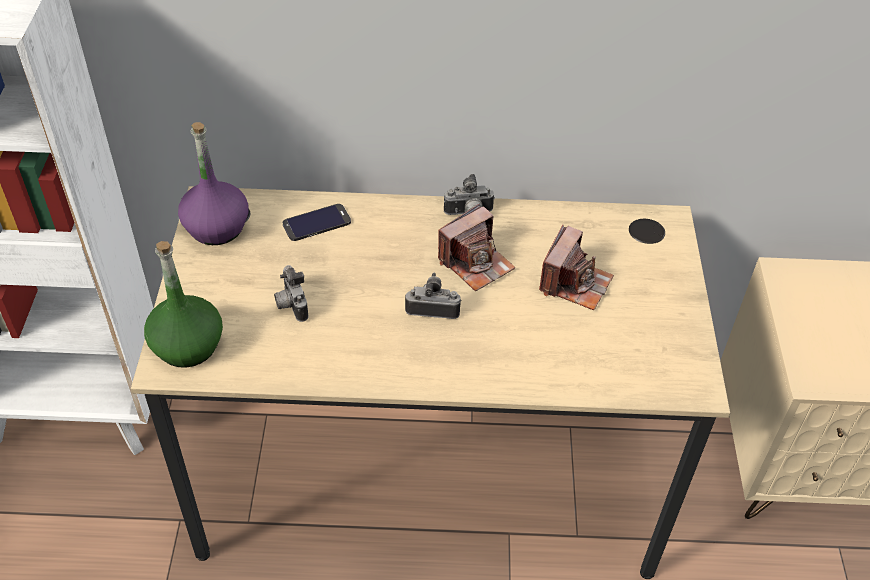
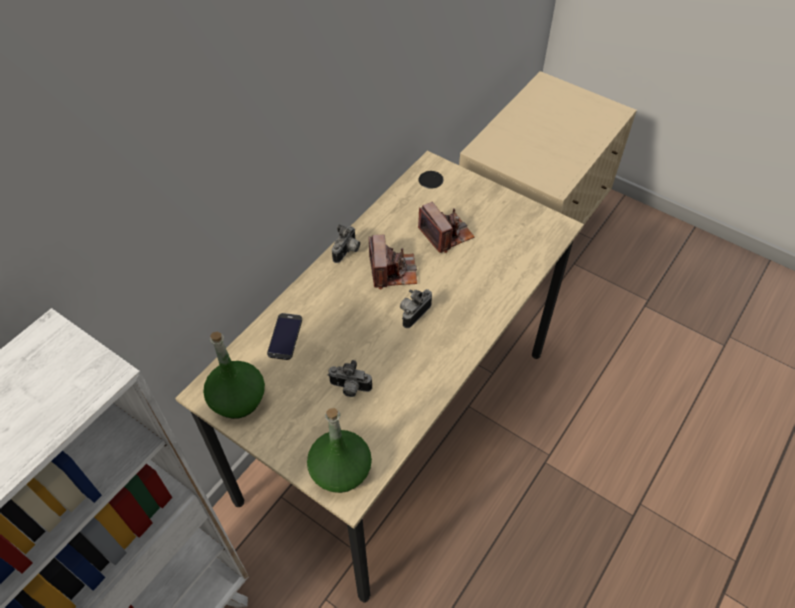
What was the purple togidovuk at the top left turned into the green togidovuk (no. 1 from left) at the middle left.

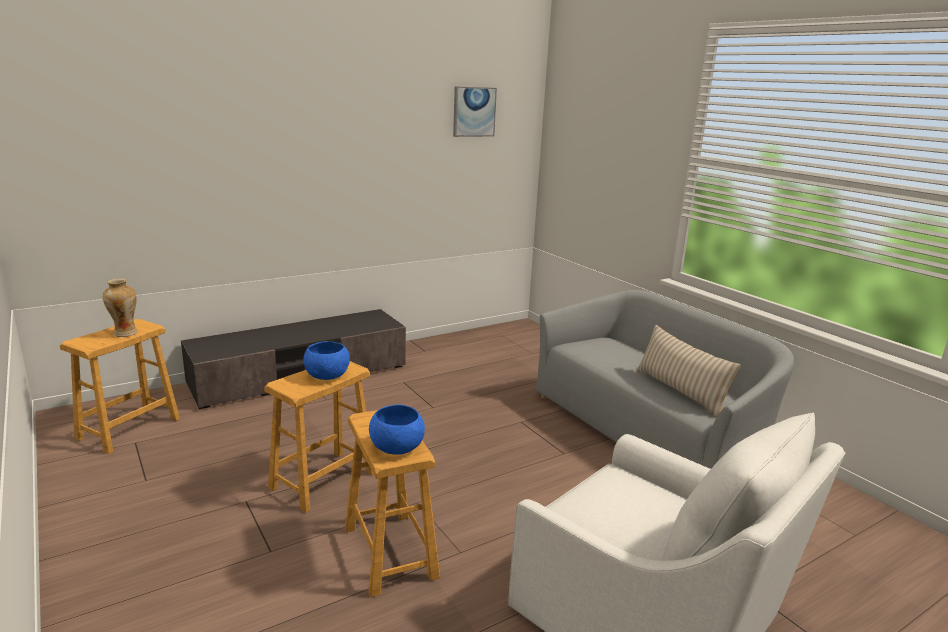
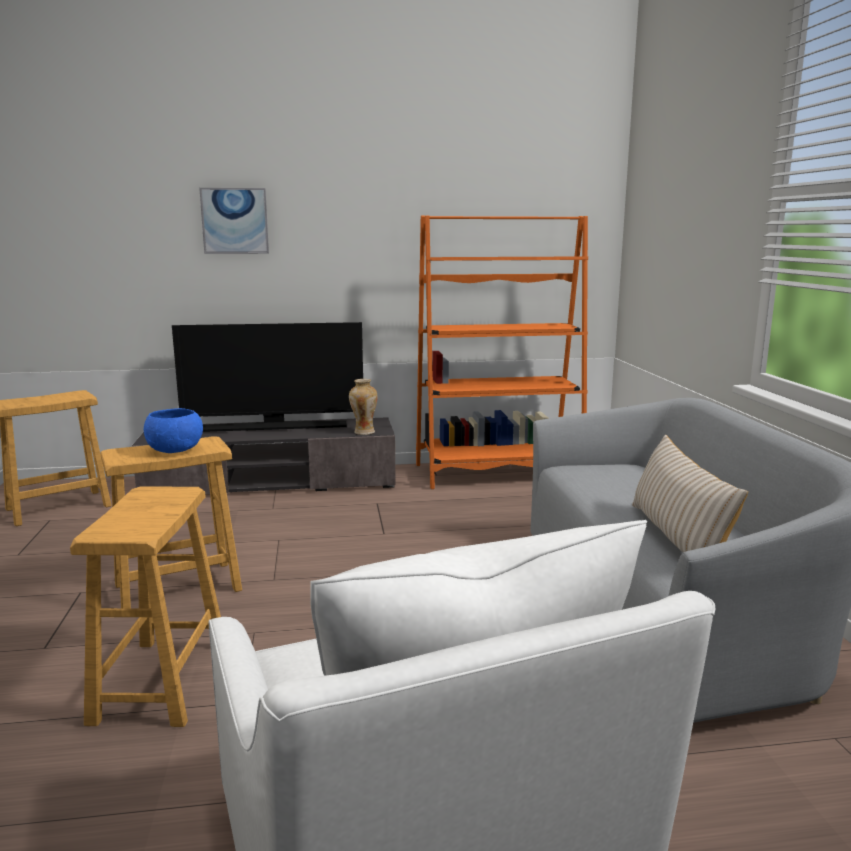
The second view lost the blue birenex (no. 2 from left) at the bottom centre.
The second view gained the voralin at the middle left.
The second view gained the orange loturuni at the centre.
The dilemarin ended up elsewhere, having gone from the middle left to the centre.
The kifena ended up elsewhere, having gone from the top centre to the top left.

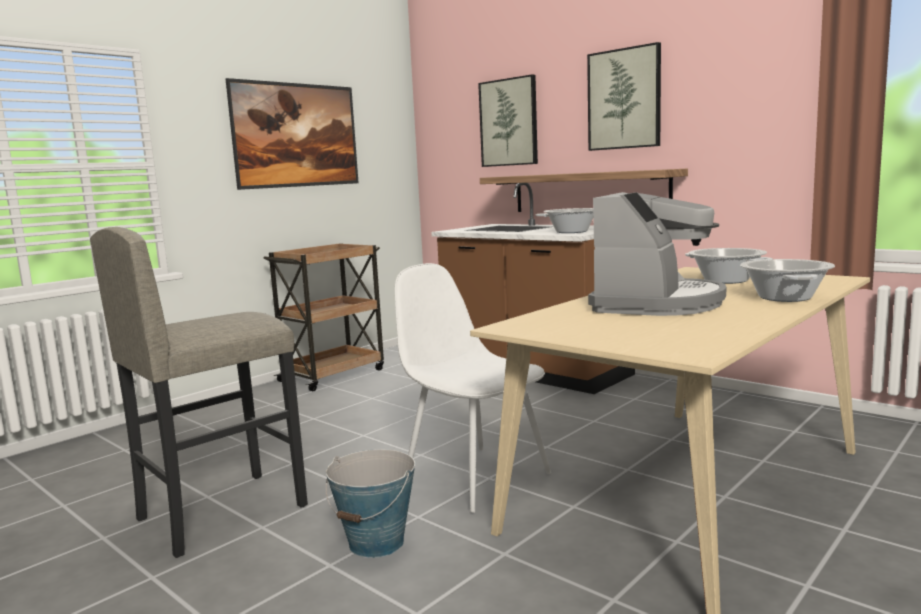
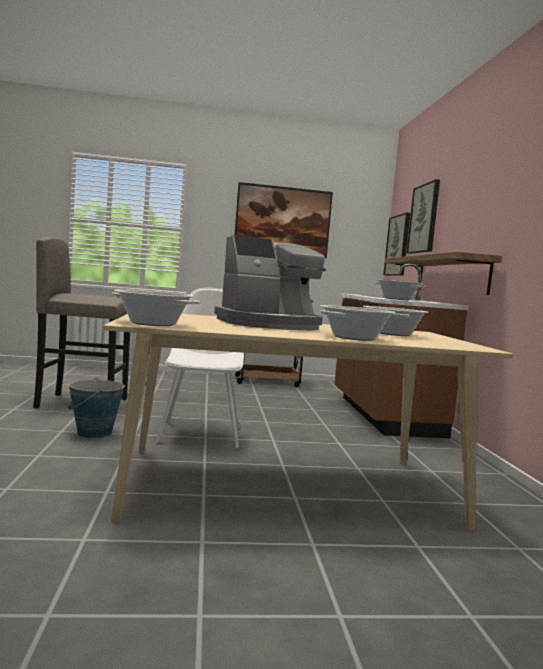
The second view gained the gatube (no. 1 from left) at the middle left.
The kifena (no. 3 from left in the first image) ended up elsewhere, having gone from the top right to the middle right.

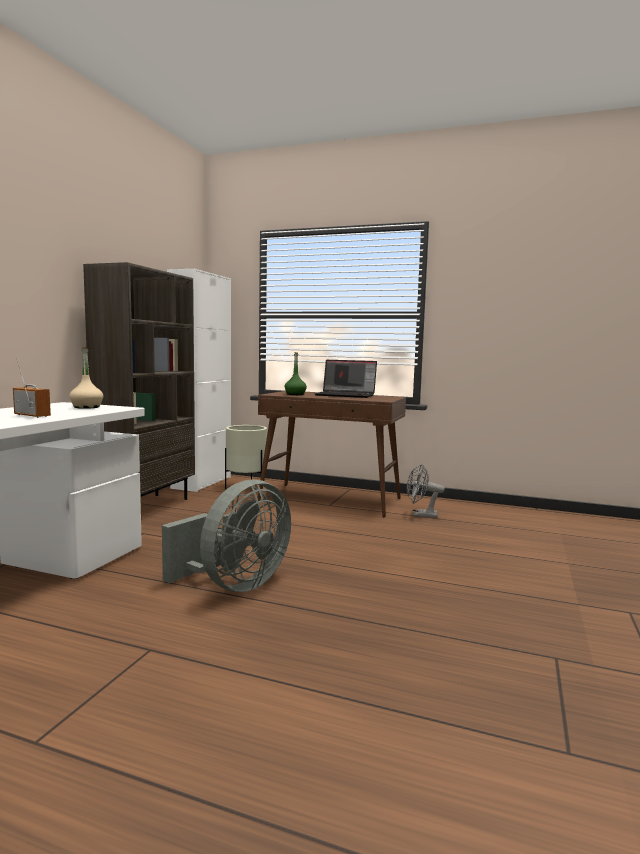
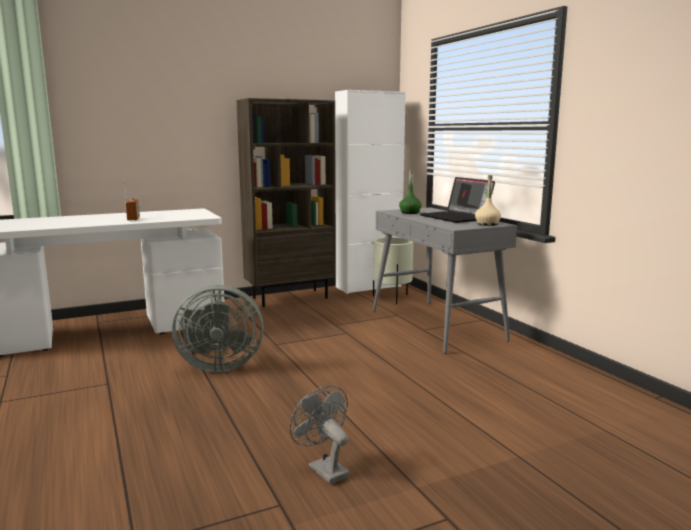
The beige togidovuk ended up elsewhere, having gone from the middle left to the middle right.
The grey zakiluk (no. 2 from left) ended up elsewhere, having gone from the centre to the bottom centre.
What was the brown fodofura at the centre turned into the grey fodofura at the centre.

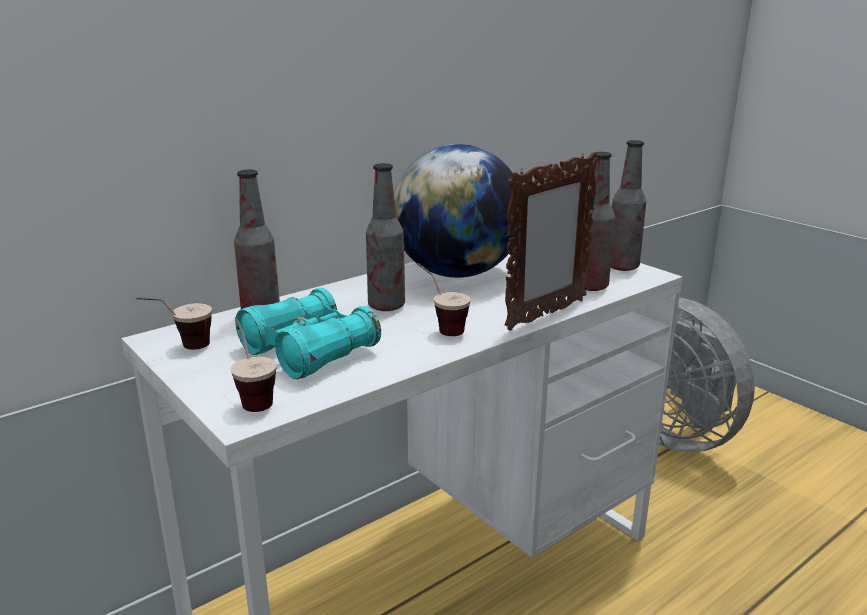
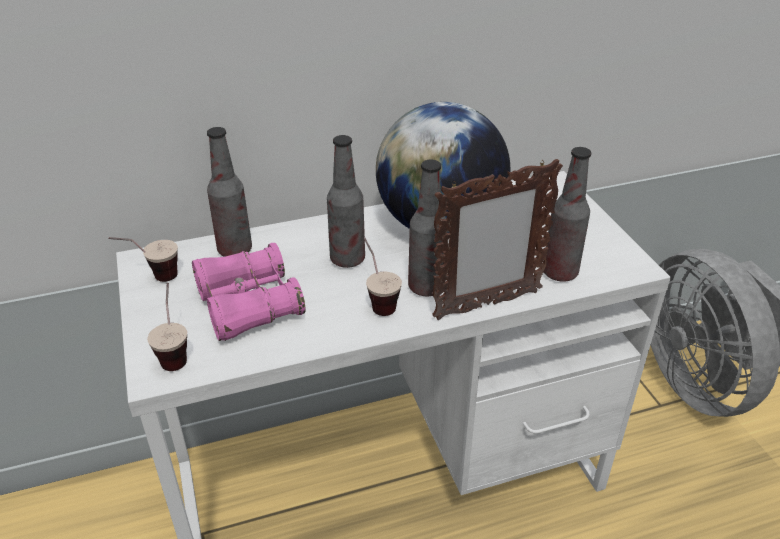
The togidovuk (no. 4 from left in the first image) ended up elsewhere, having gone from the middle right to the centre.
What was the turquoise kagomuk at the centre turned into the pink kagomuk at the middle left.

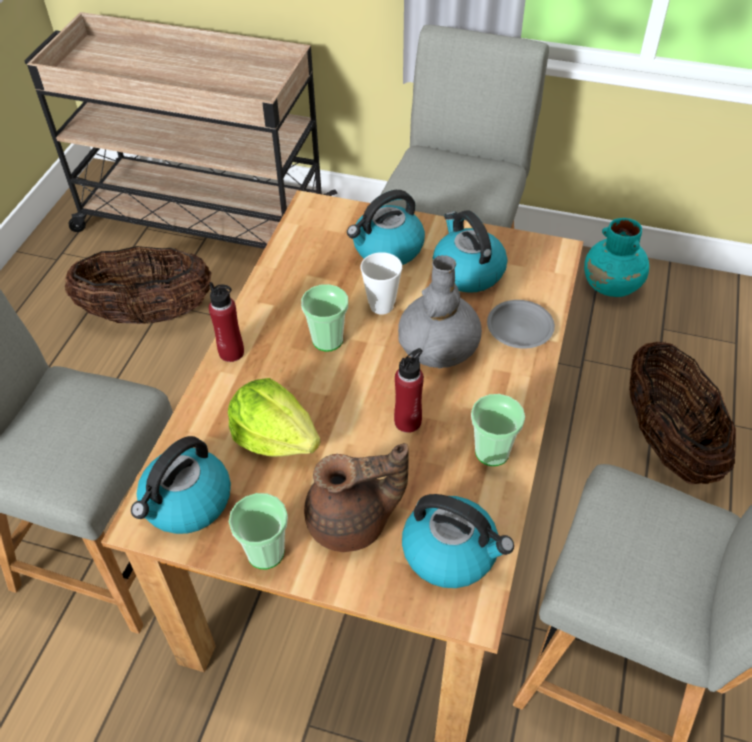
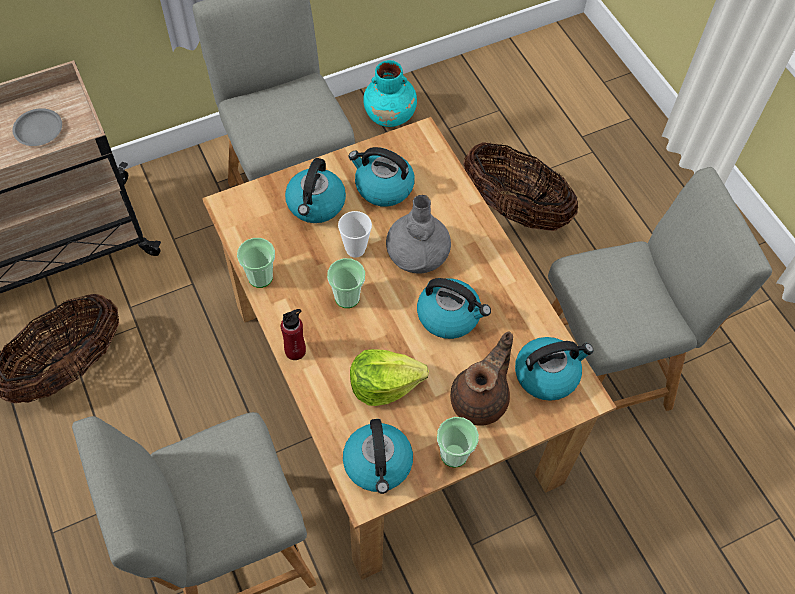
The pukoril (no. 4 from left in the first image) ended up elsewhere, having gone from the centre to the middle left.
The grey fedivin ended up elsewhere, having gone from the middle right to the top left.
Where the red togidovuk (no. 2 from left) stood at the centre, the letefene (no. 4 from left) came to stand at the centre.

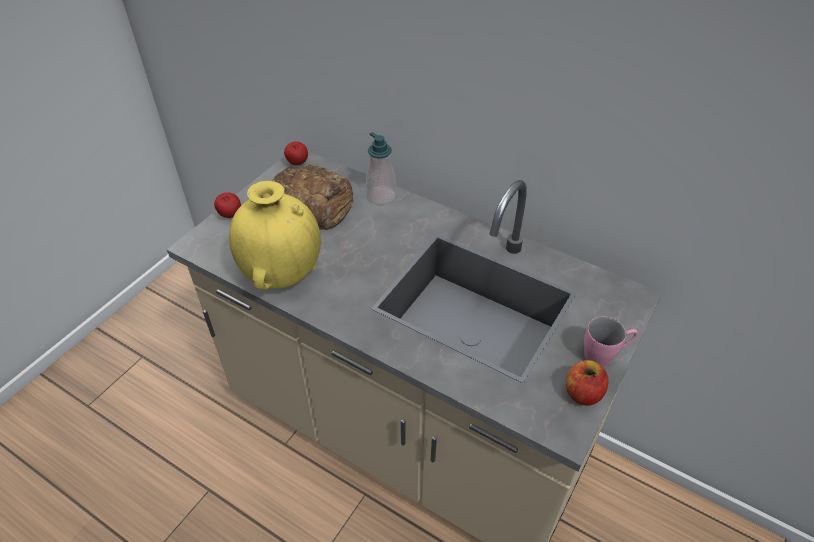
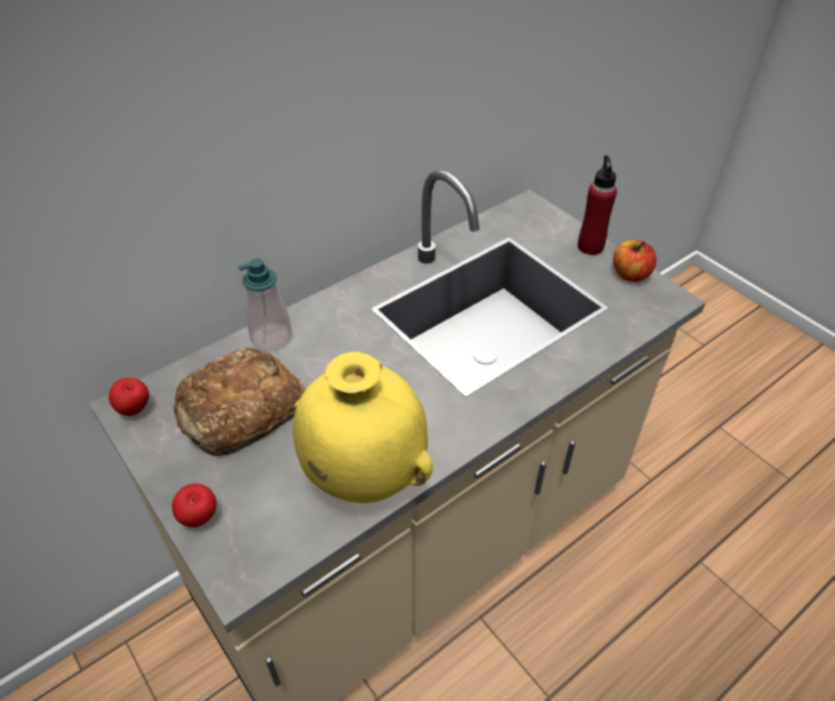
Where the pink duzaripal stood at the middle right, the red togidovuk came to stand at the top right.

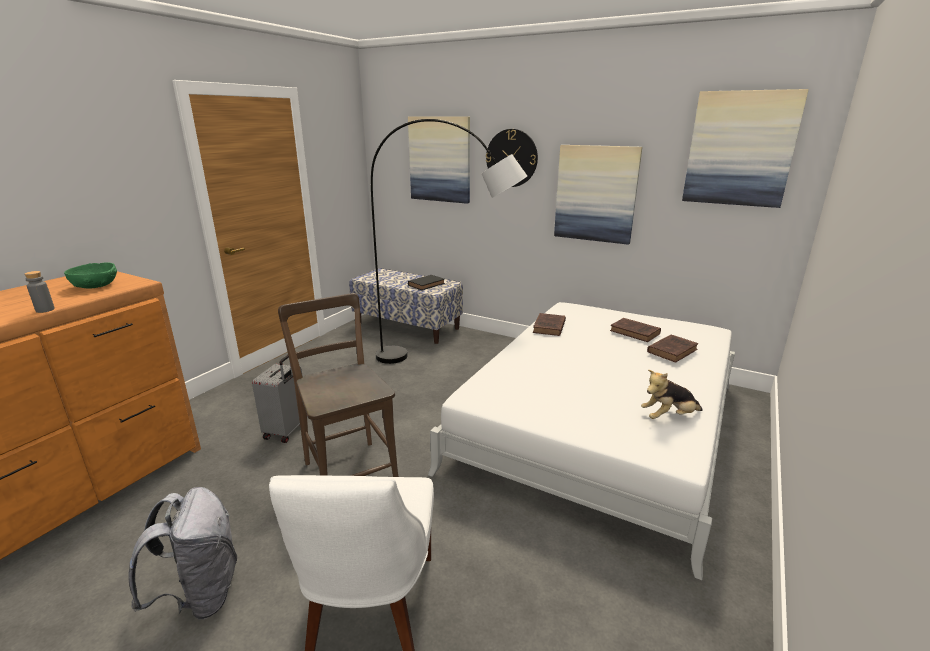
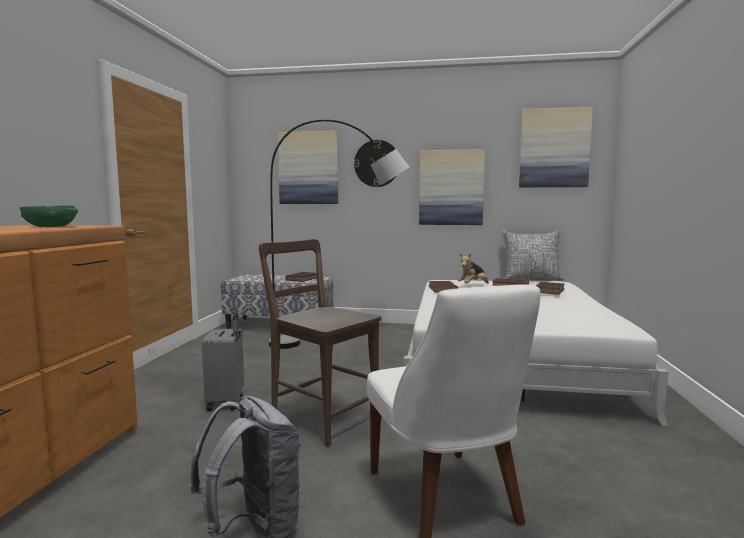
The second view lost the grey togidovuk at the middle left.
The second view gained the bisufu at the middle right.
The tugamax ended up elsewhere, having gone from the middle right to the centre.

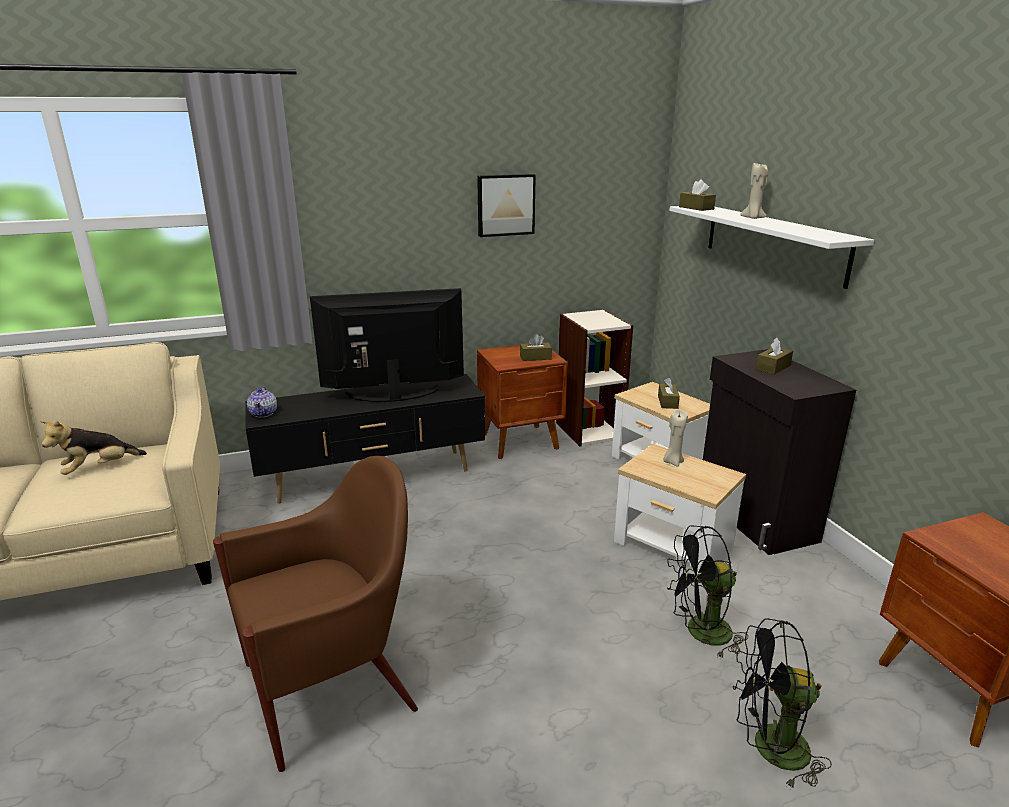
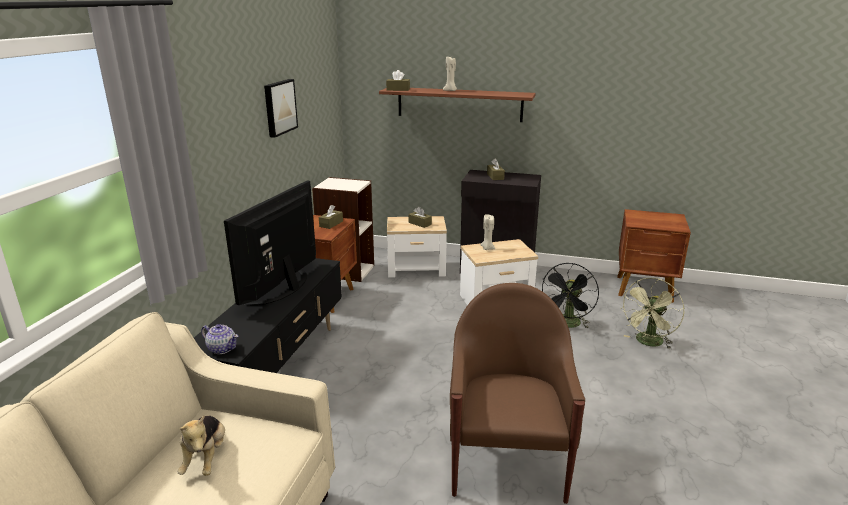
What was the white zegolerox at the top right turned into the brown zegolerox at the top centre.
What was the black zakiluk (no. 2 from left) at the bottom right turned into the green zakiluk at the middle right.

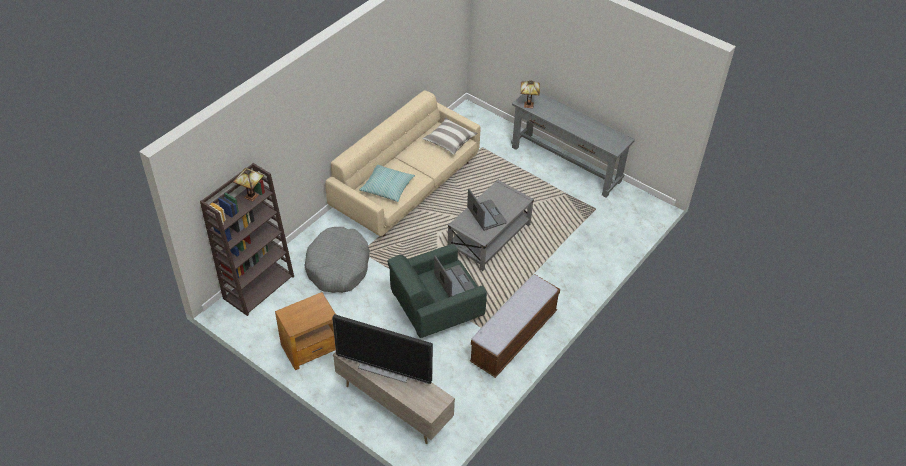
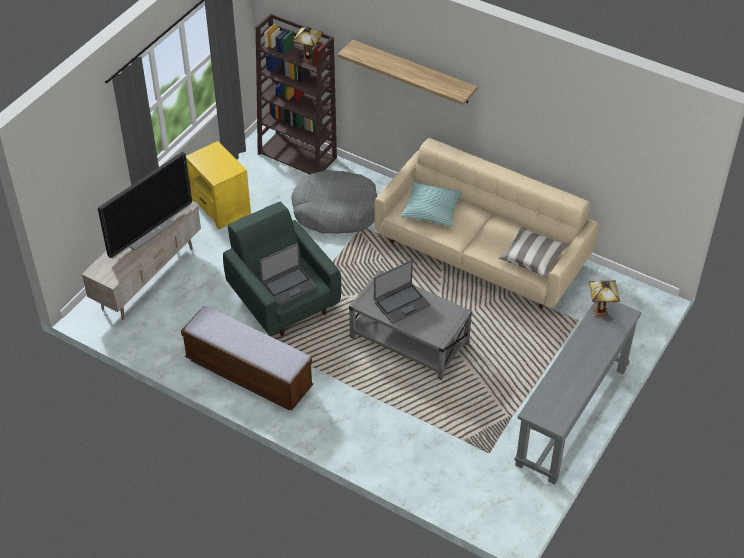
The second view gained the zegolerox at the top centre.
What was the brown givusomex at the bottom centre turned into the yellow givusomex at the top left.
The voralin at the bottom centre ended up facing another way, 150 degrees counterclockwise from before.

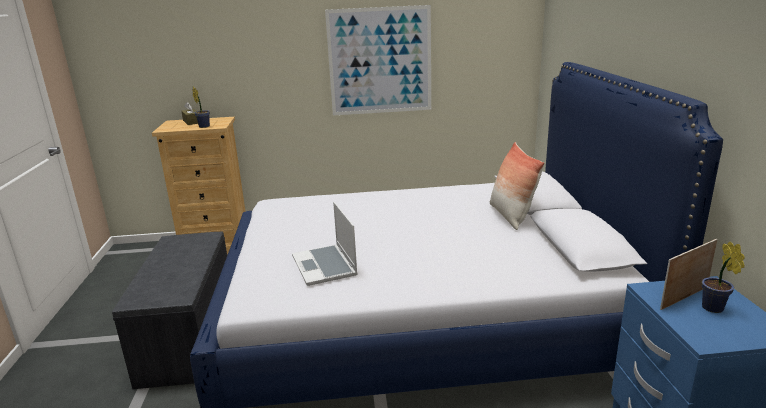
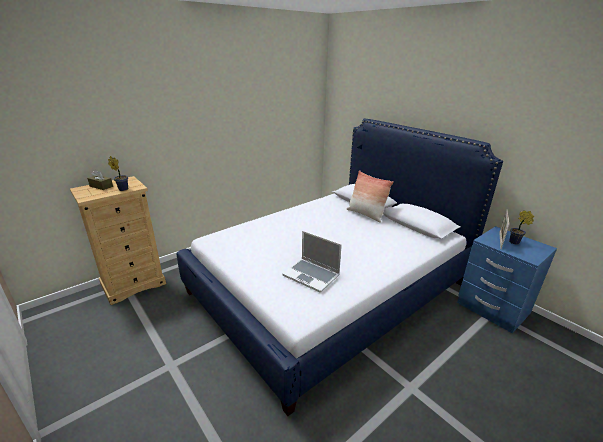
The second view lost the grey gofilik at the bottom left.
The second view lost the kifena at the top centre.

